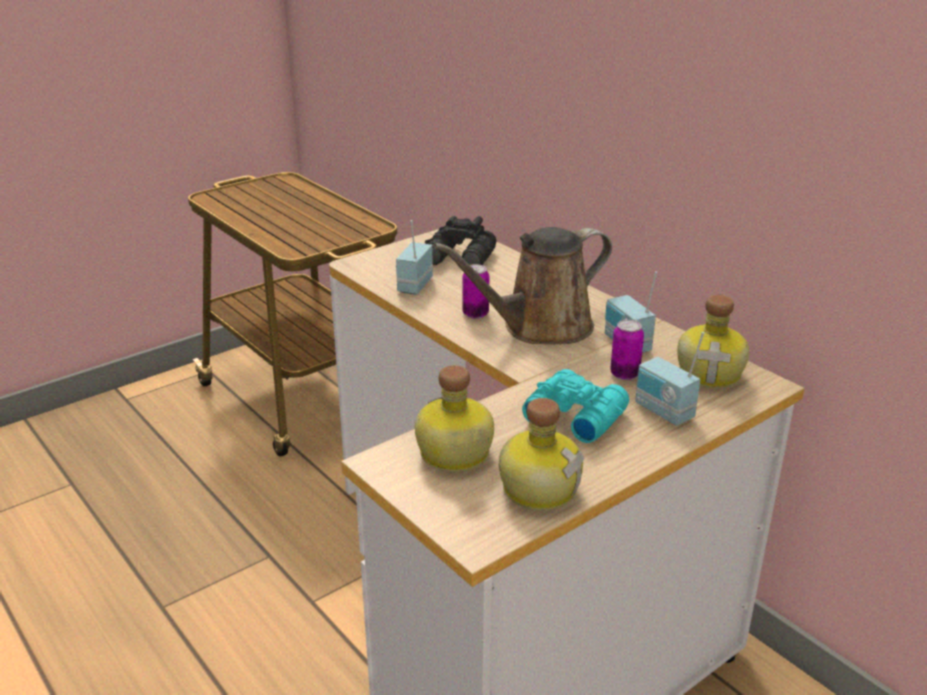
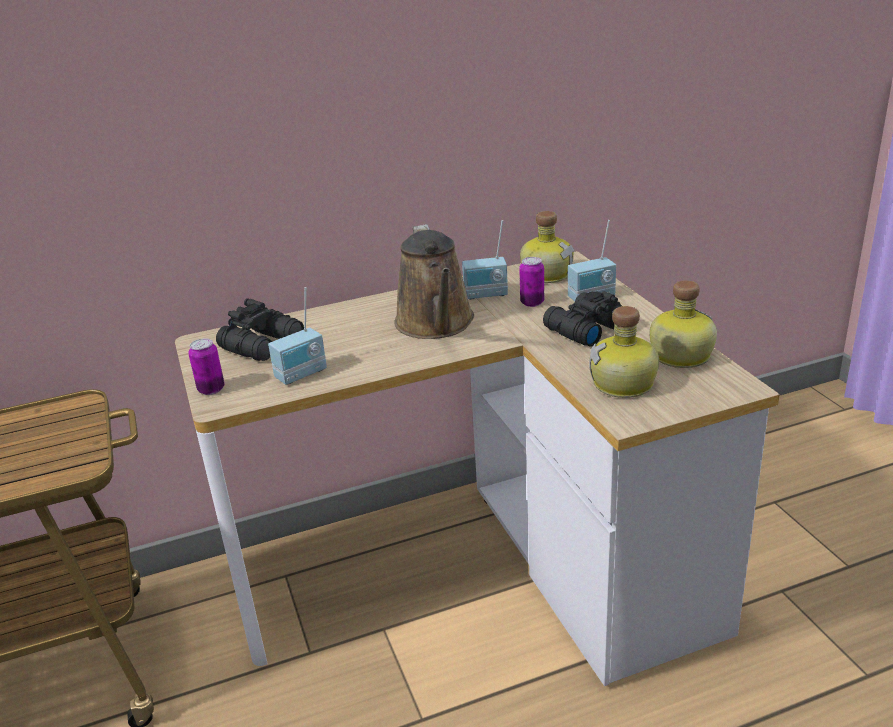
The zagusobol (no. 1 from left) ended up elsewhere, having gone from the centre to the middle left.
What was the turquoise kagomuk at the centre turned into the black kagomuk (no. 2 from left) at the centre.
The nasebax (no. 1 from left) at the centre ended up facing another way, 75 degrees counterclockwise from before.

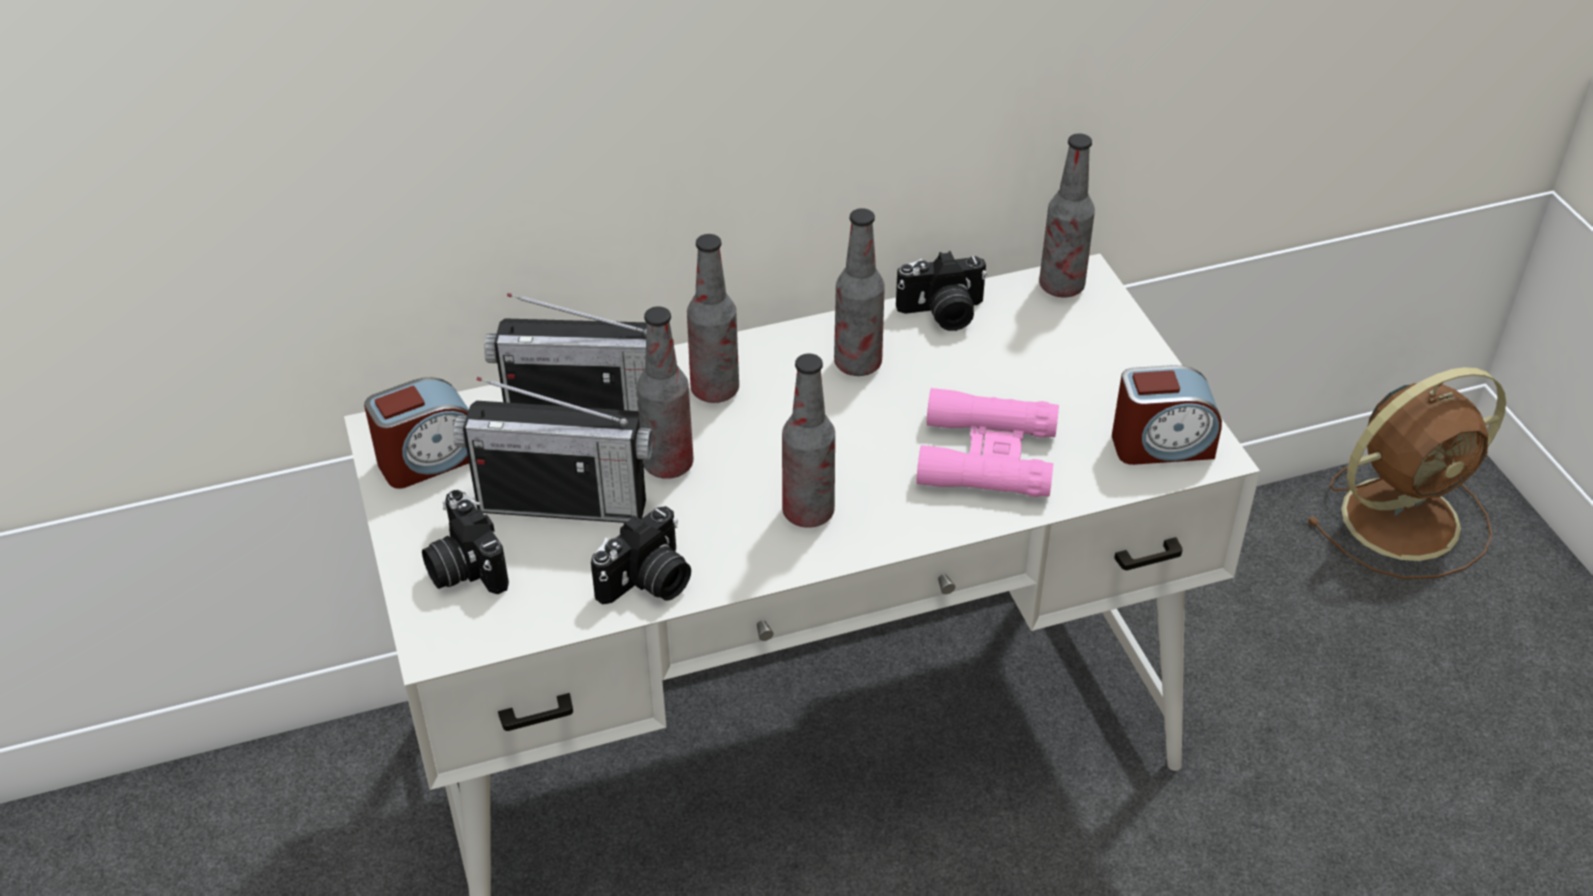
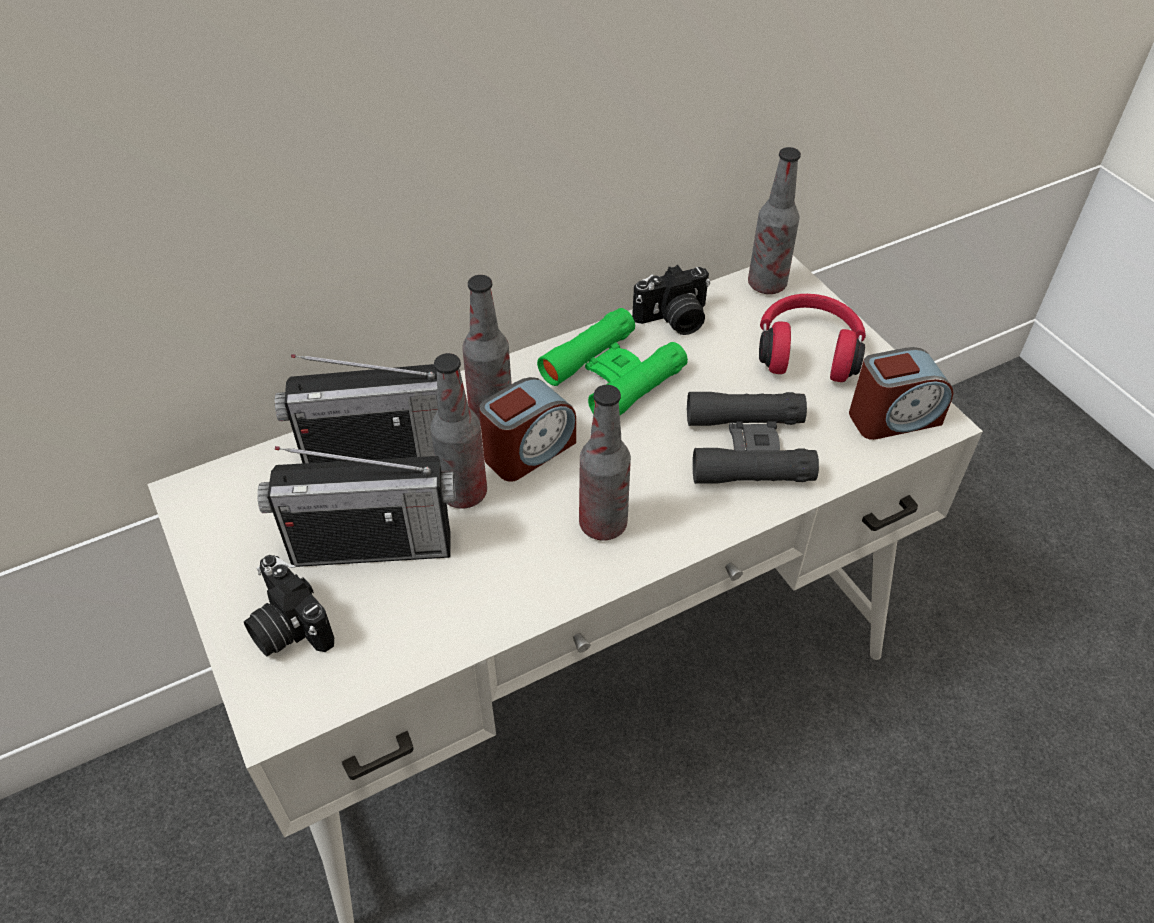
The second view lost the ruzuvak (no. 2 from left) at the centre.
The second view lost the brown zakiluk at the middle right.
The second view gained the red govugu at the middle right.
The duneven (no. 1 from left) ended up elsewhere, having gone from the middle left to the centre.
Where the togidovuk (no. 4 from left) stood at the top centre, the green kagomuk came to stand at the centre.
What was the pink kagomuk at the centre turned into the black kagomuk at the centre.

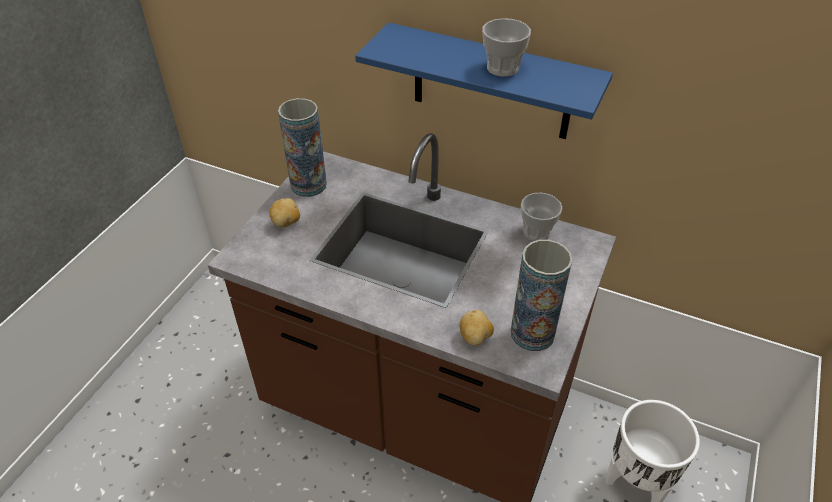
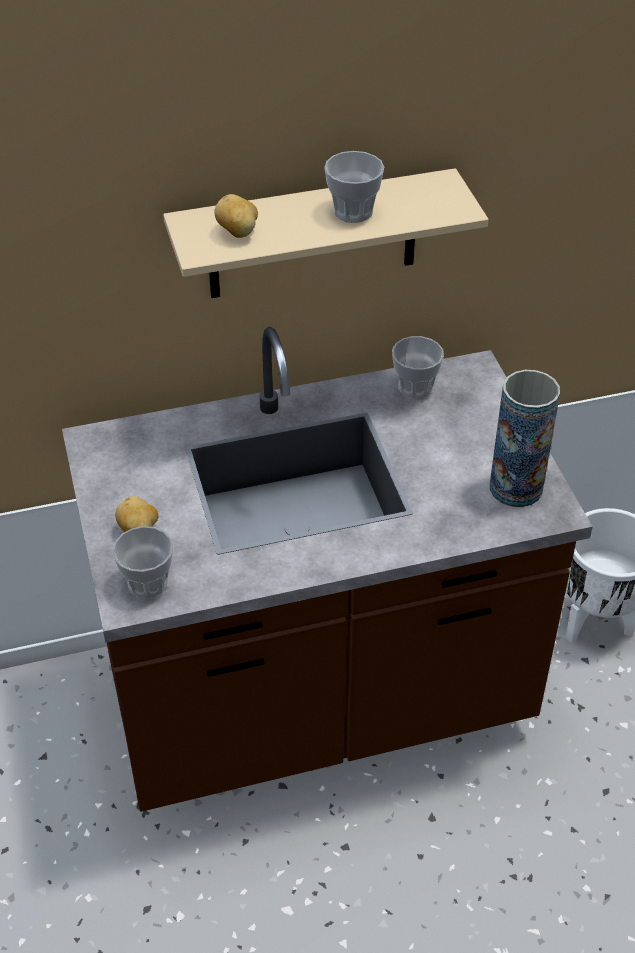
The second view lost the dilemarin (no. 1 from left) at the top centre.
The second view gained the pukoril (no. 1 from left) at the middle left.
The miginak (no. 2 from left) ended up elsewhere, having gone from the centre to the top centre.
What was the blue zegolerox at the top centre turned into the beige zegolerox at the top centre.

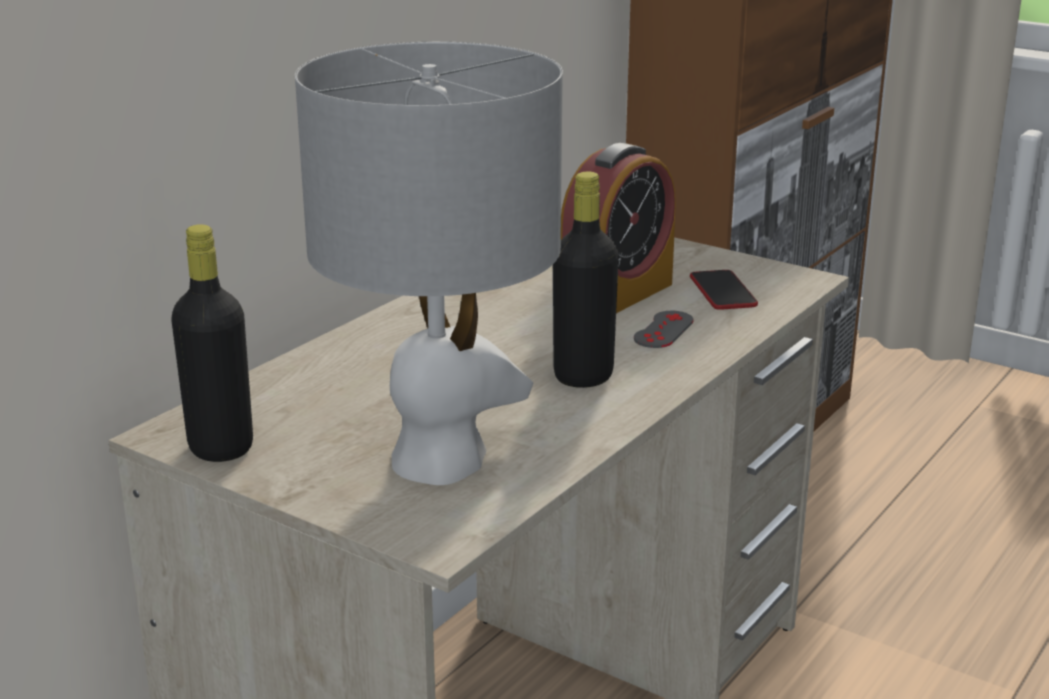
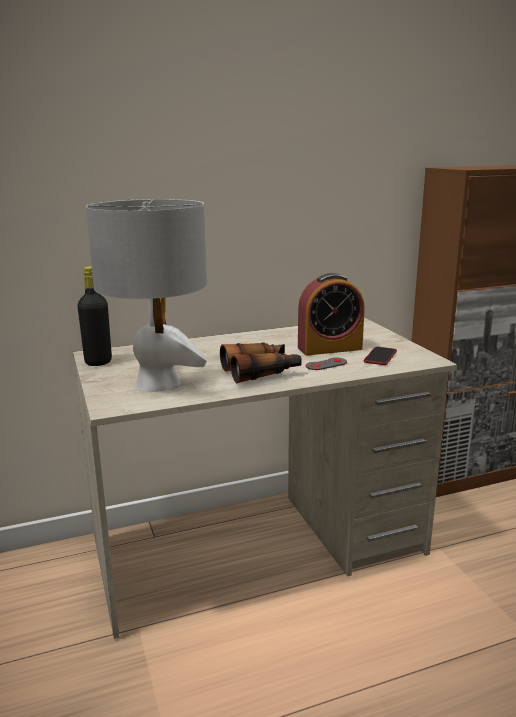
Where the black togidovuk (no. 2 from left) stood at the centre, the kagomuk came to stand at the centre.

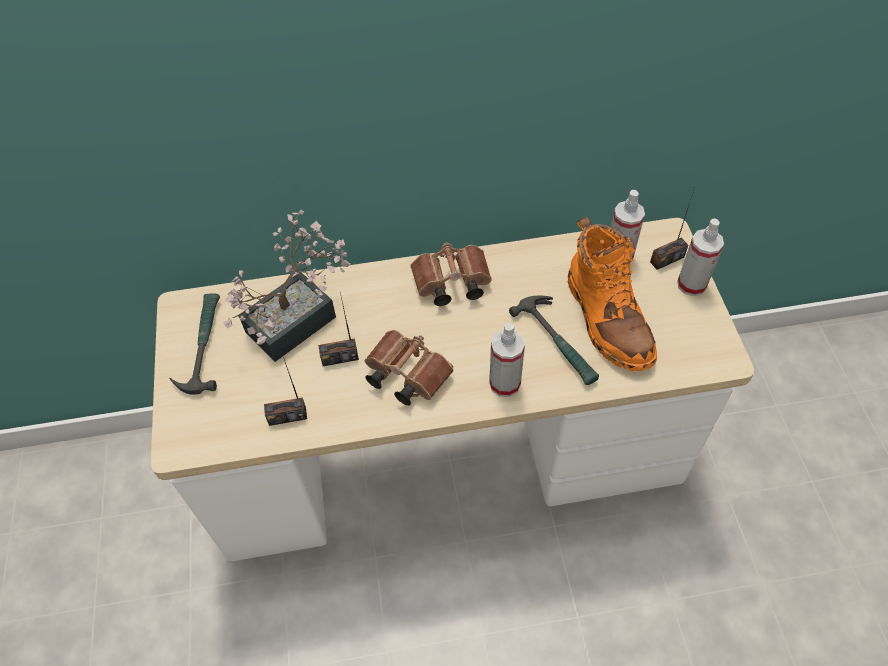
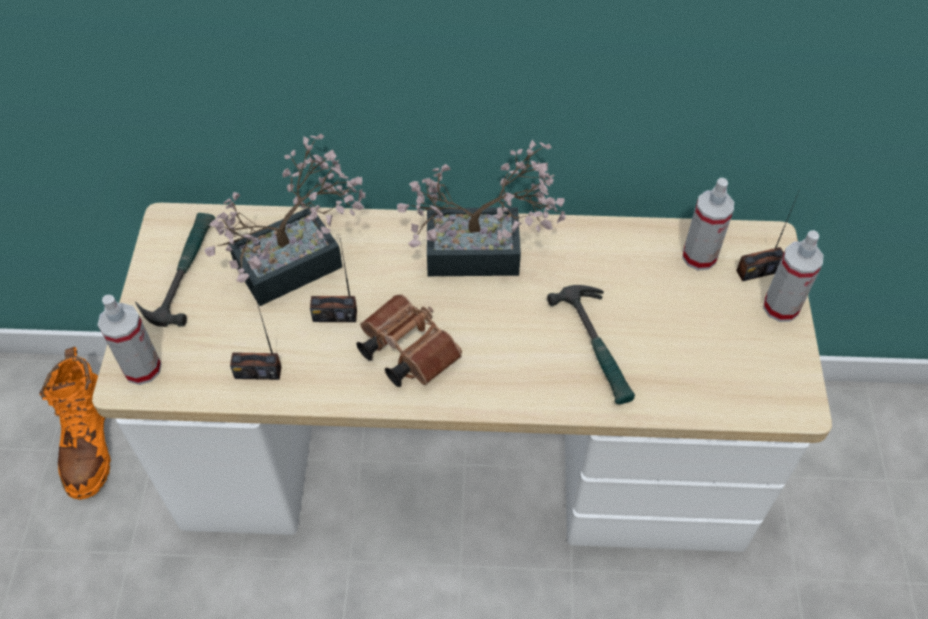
The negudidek (no. 1 from left) ended up elsewhere, having gone from the centre to the middle left.
The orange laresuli ended up elsewhere, having gone from the middle right to the bottom left.
Where the brown kagomuk (no. 2 from left) stood at the centre, the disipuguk (no. 2 from left) came to stand at the centre.

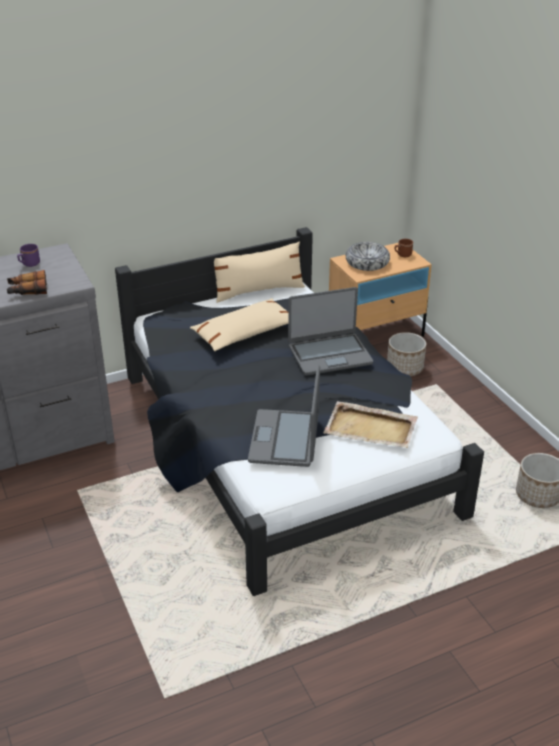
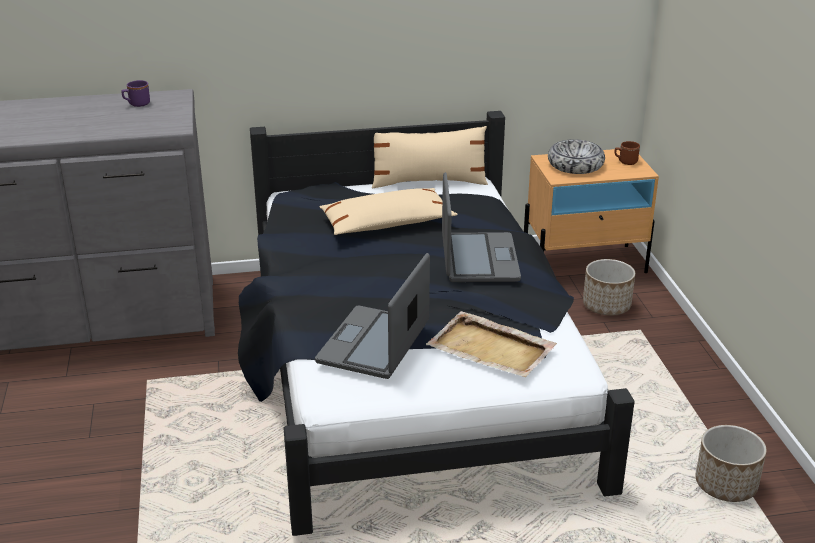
The second view lost the kagomuk at the middle left.
The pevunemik (no. 2 from left) at the centre ended up facing another way, 90 degrees counterclockwise from before.

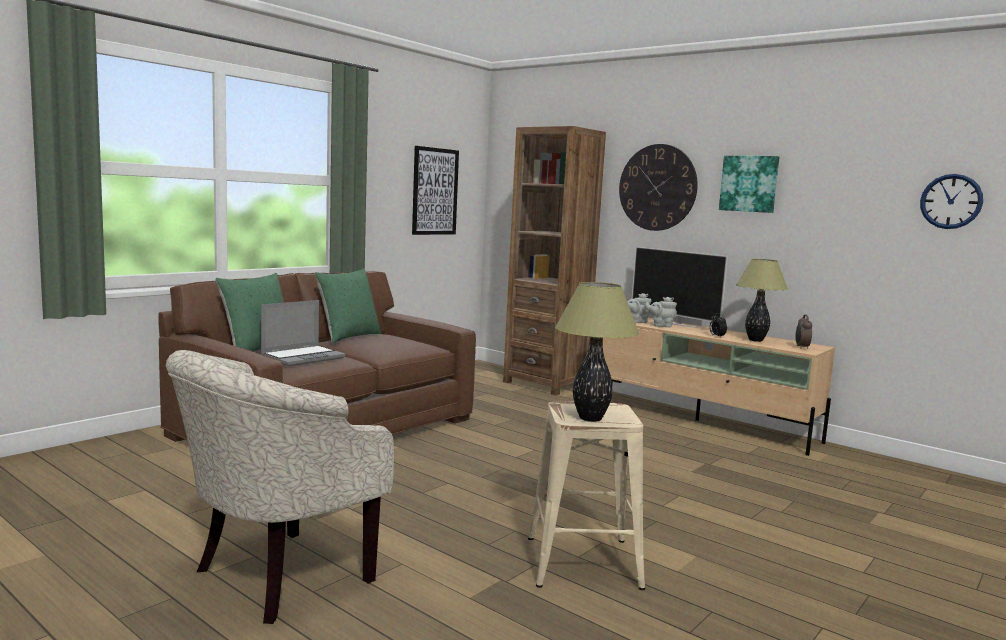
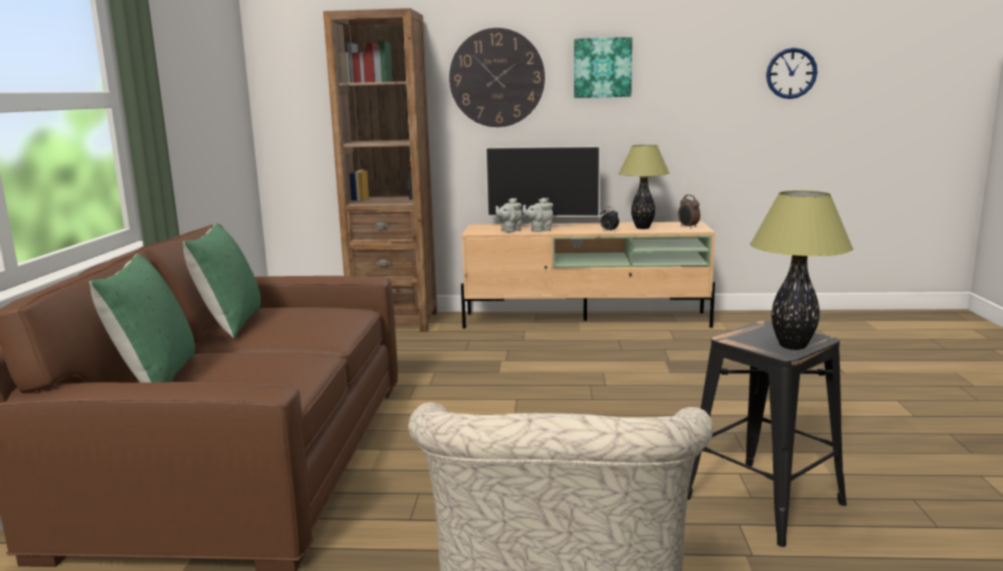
The second view lost the pevunemik at the middle left.
The second view lost the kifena (no. 1 from left) at the top centre.
What was the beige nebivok at the bottom centre turned into the black nebivok at the bottom right.

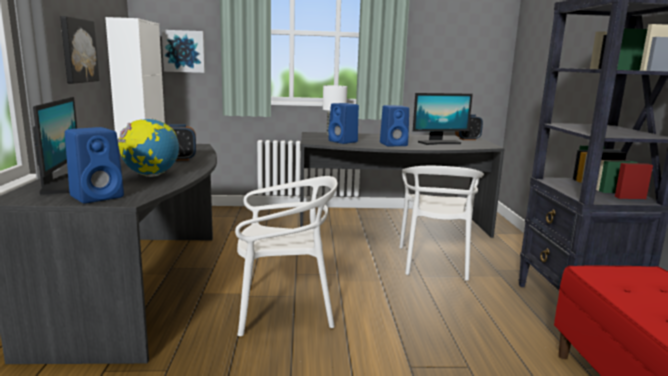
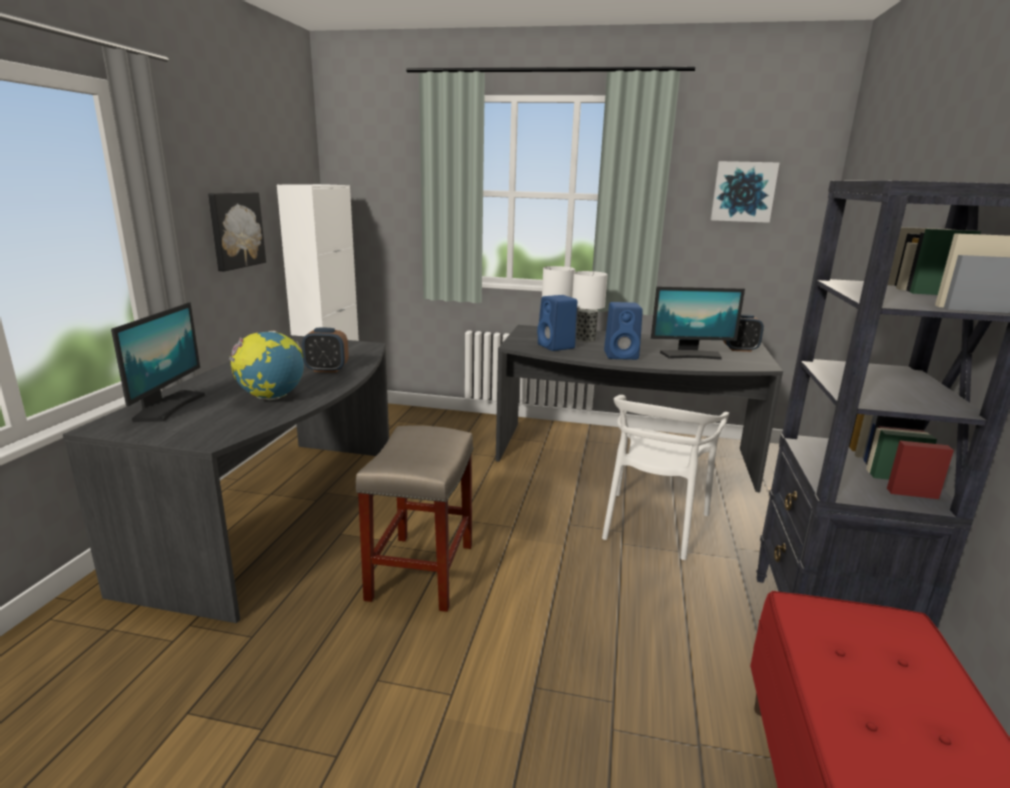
The second view lost the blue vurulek (no. 1 from left) at the middle left.
The second view gained the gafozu (no. 2 from left) at the centre.
The kifena (no. 2 from left) ended up elsewhere, having gone from the top left to the top right.
Where the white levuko (no. 1 from left) stood at the bottom centre, the beige nebivok came to stand at the centre.

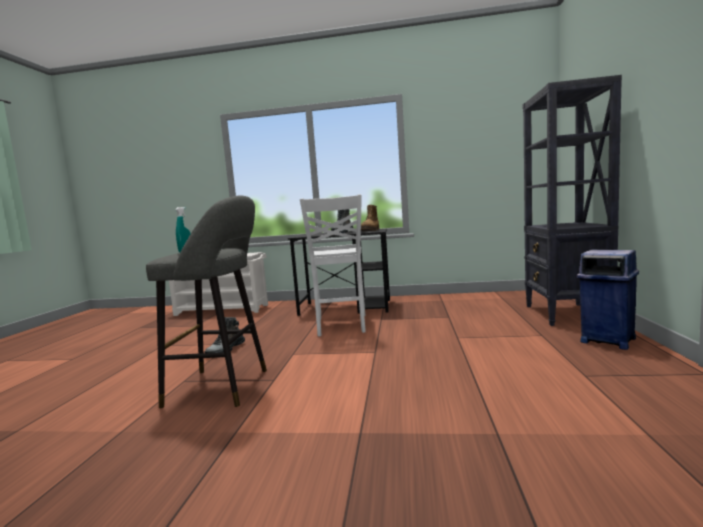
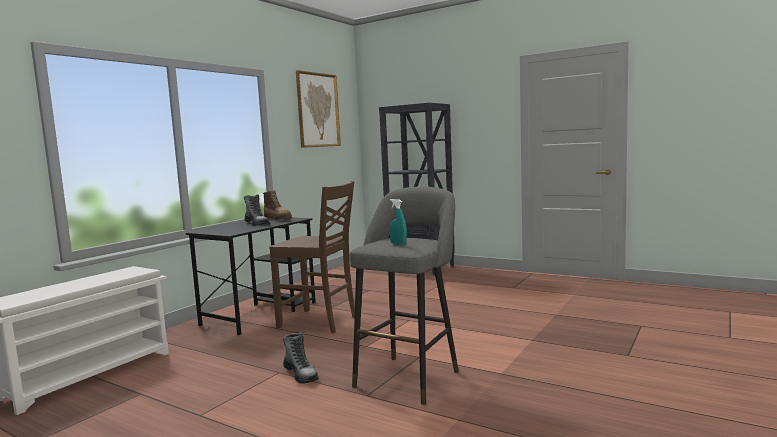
The second view lost the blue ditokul at the middle right.
The second view gained the kifena at the top centre.
What was the white levuko at the centre turned into the brown levuko at the centre.

